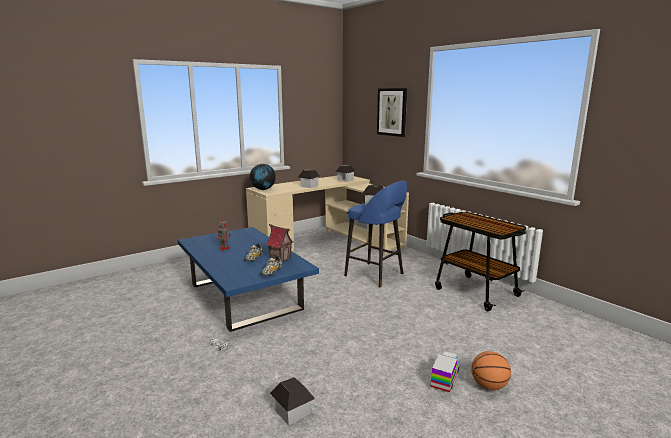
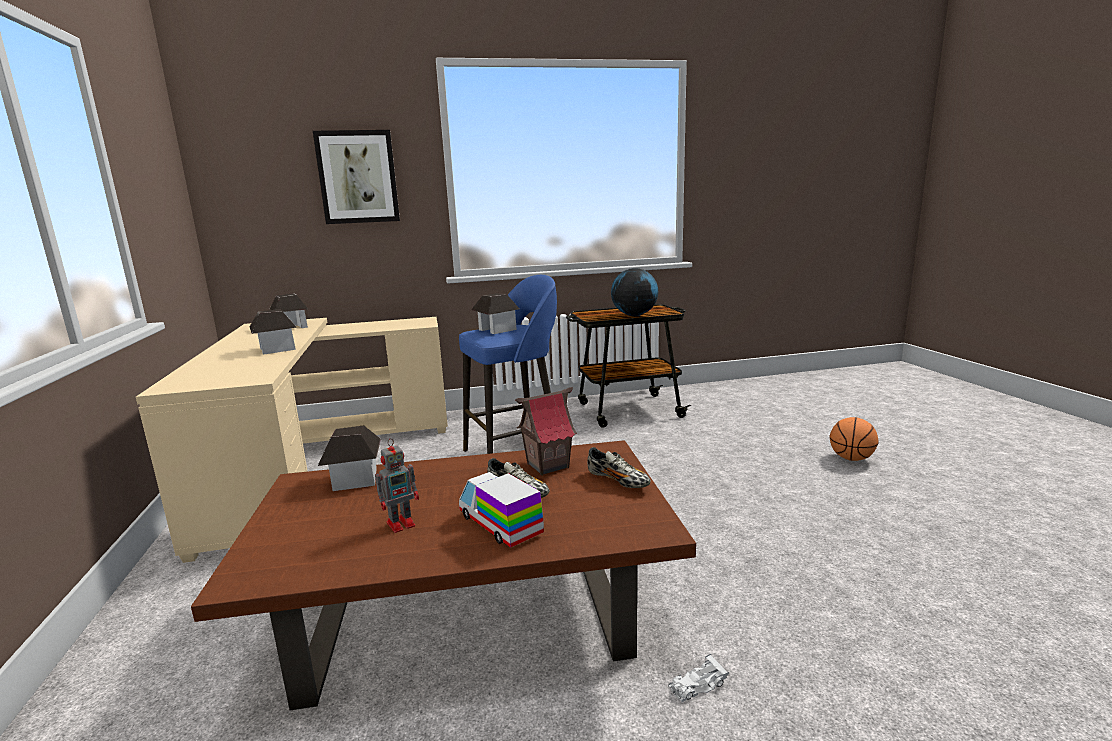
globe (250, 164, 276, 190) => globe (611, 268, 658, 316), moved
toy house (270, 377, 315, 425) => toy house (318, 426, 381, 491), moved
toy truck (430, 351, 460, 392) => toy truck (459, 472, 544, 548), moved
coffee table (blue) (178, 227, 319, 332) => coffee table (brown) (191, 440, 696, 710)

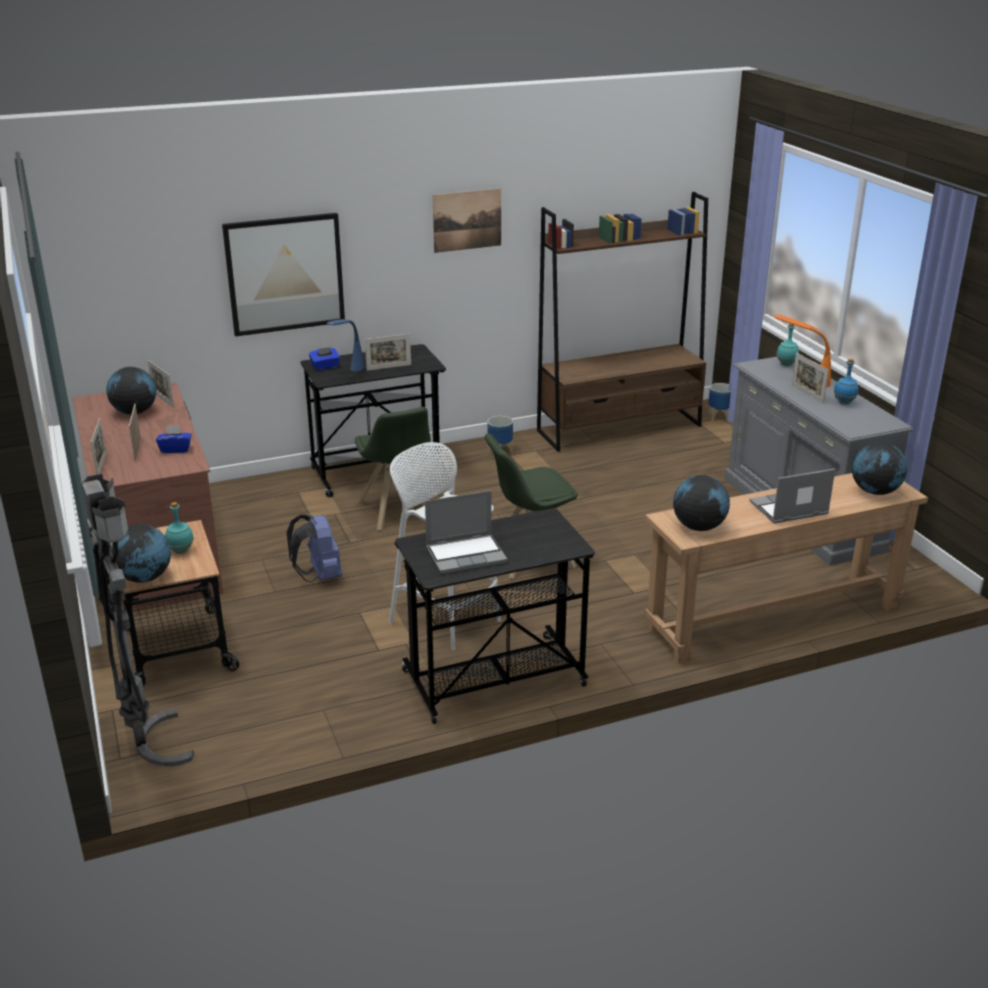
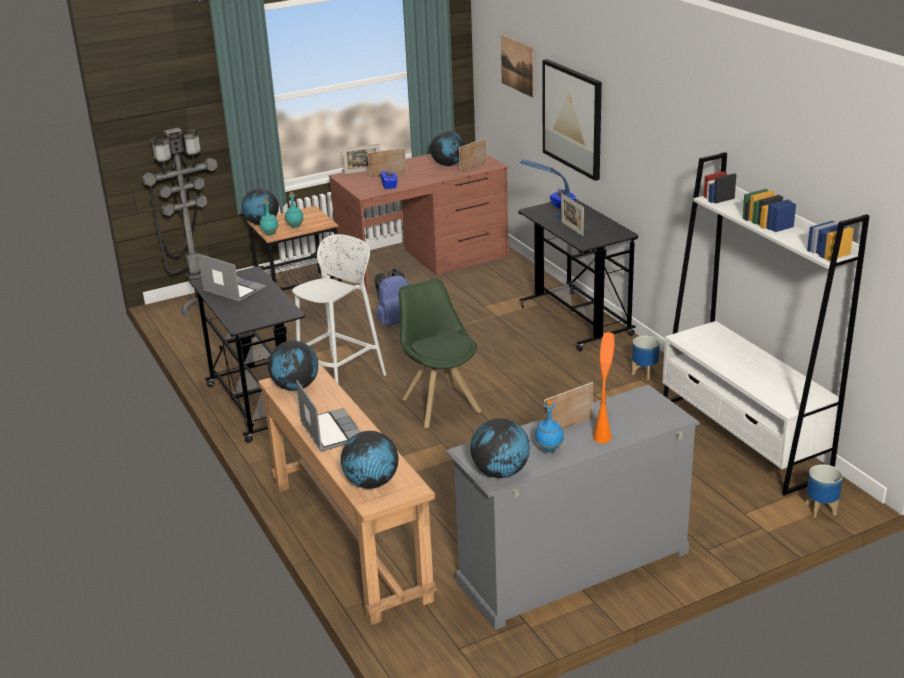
chair (green) (355, 407, 431, 531) => nothing
nothing => globe (470, 418, 530, 478)
picture (433, 188, 501, 253) => picture (501, 35, 534, 98), moved
bottle (turquoise) (776, 323, 799, 366) => bottle (turquoise) (260, 199, 279, 236), moved
bookcase (brown) (537, 192, 708, 452) => bookcase (white) (662, 152, 869, 496)
laptop (425, 490, 507, 574) => laptop (198, 254, 266, 302), 150 degrees clockwise

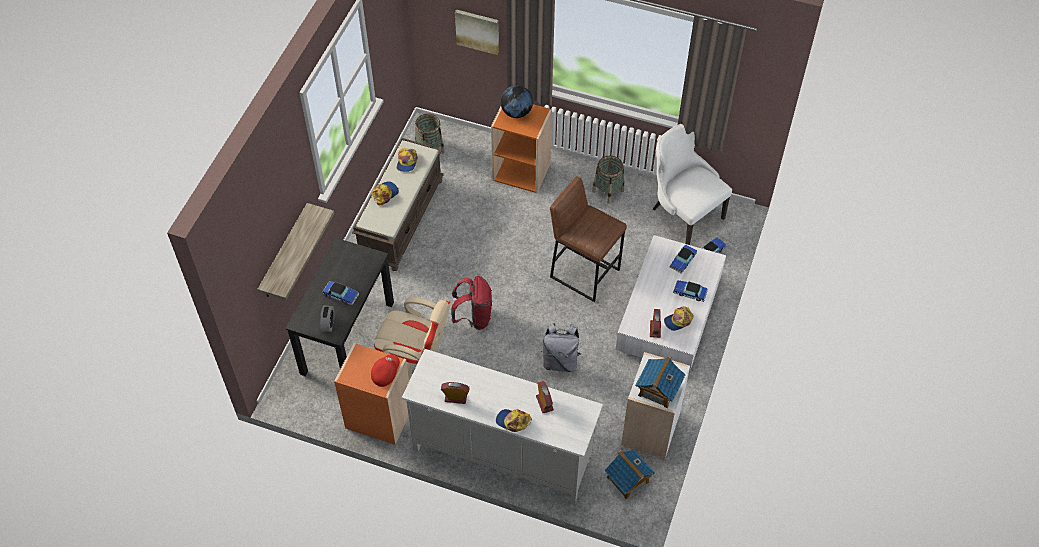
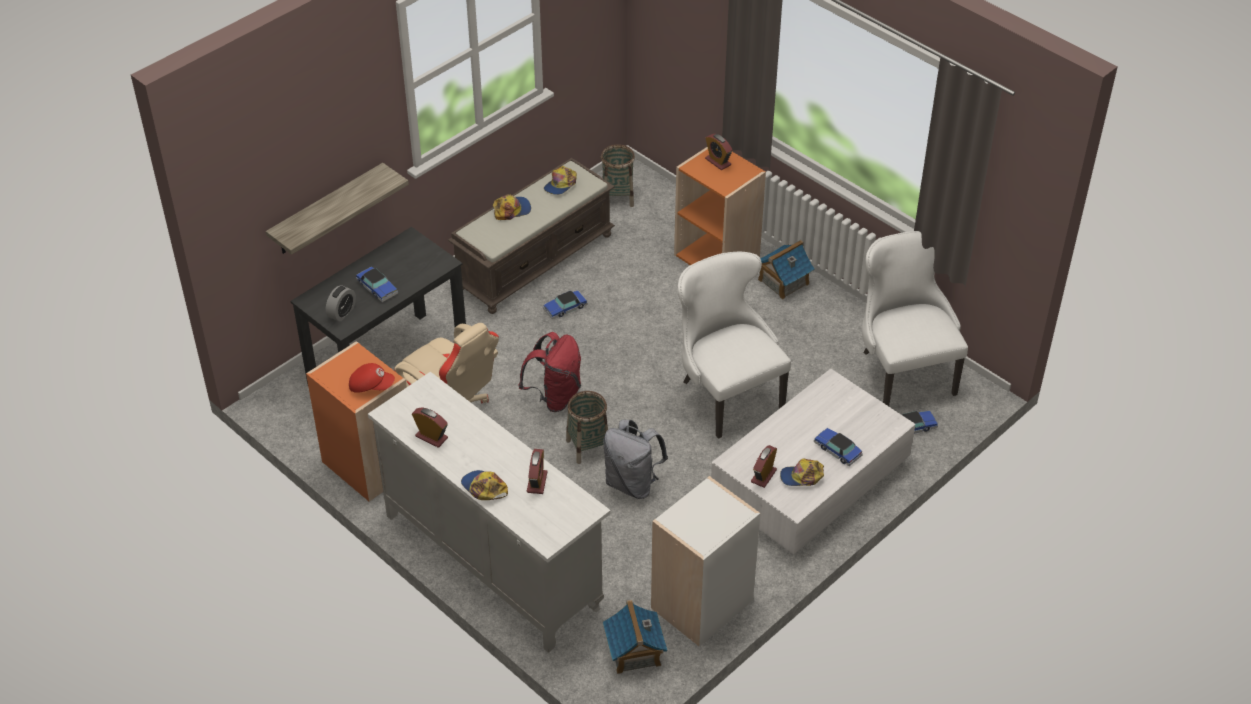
picture (455, 9, 499, 55) => nothing
basket (592, 155, 624, 204) => basket (566, 391, 608, 464), moved
toy house (635, 356, 686, 408) => toy house (758, 240, 814, 300), moved
toy car (669, 244, 697, 274) => toy car (543, 291, 588, 319), moved
globe (500, 85, 533, 118) => alarm clock (705, 134, 733, 170)
stool (brown) (550, 176, 627, 302) => chair (white) (678, 252, 791, 439)
cap (red) (371, 354, 400, 387) => cap (red) (349, 363, 395, 393), 45 degrees clockwise

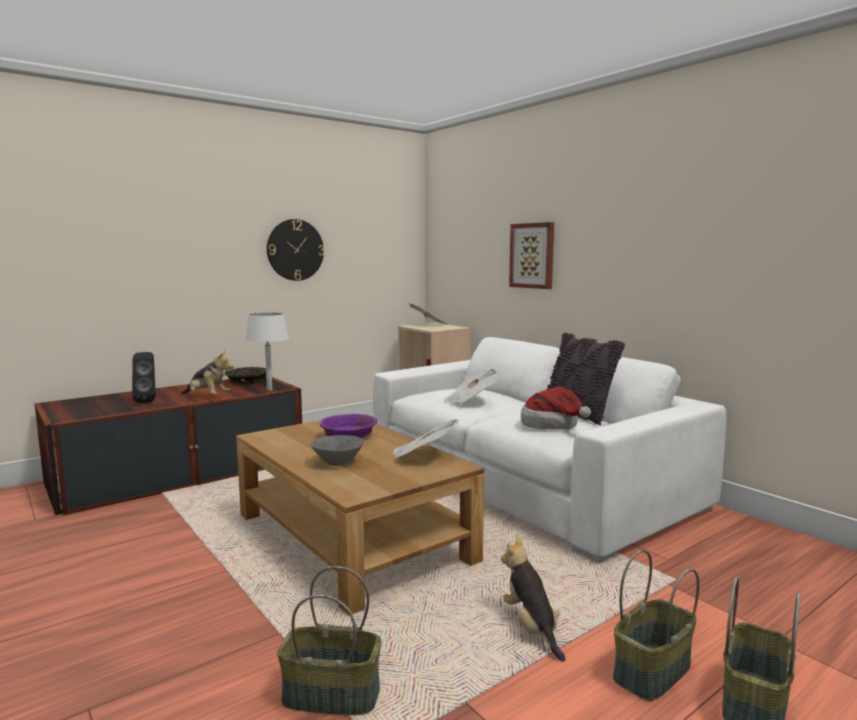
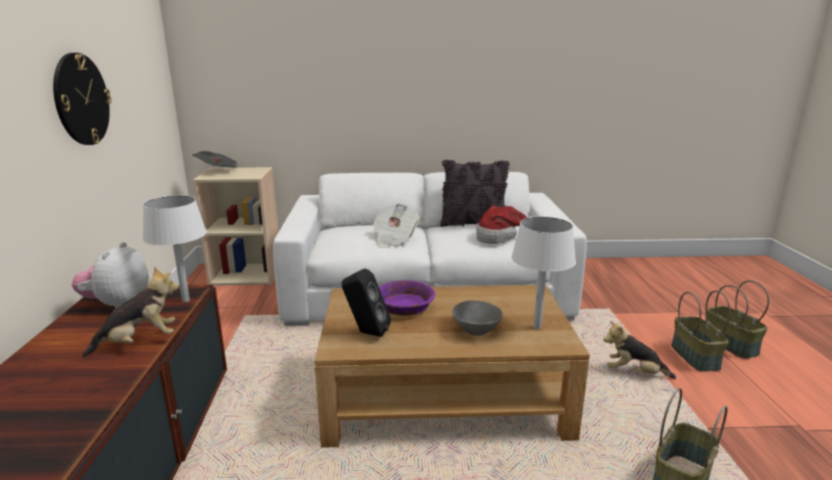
newspaper (393, 419, 459, 459) => nothing
picture (509, 222, 554, 289) => nothing
nothing => table lamp (white) (511, 217, 576, 330)
speaker (black) (132, 352, 156, 403) => speaker (black) (342, 268, 391, 337), moved
bowl (black) (224, 367, 266, 385) => plush toy (72, 242, 149, 309)

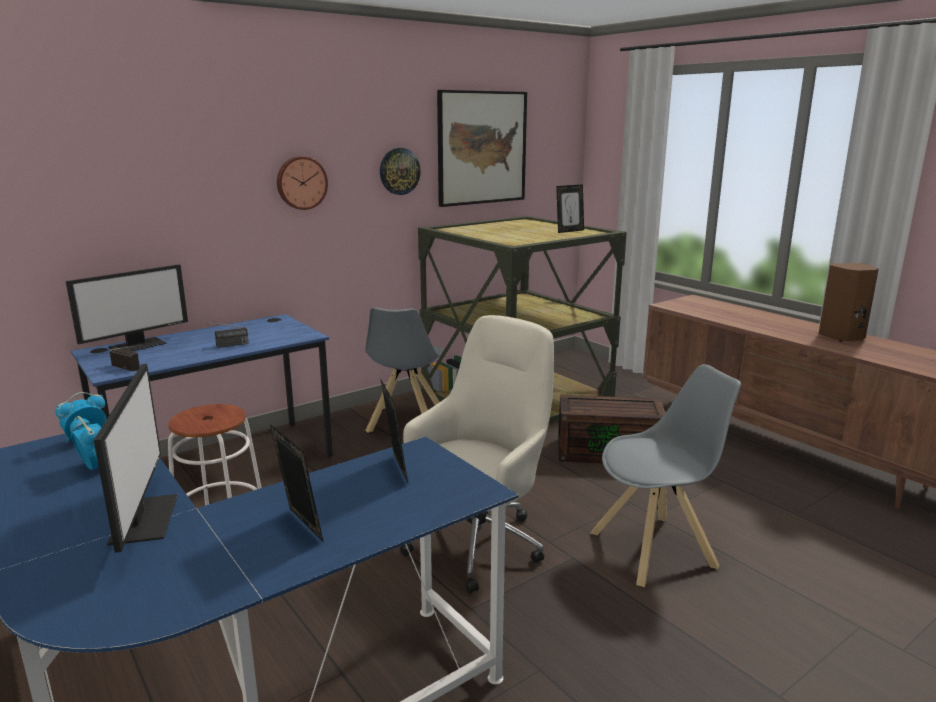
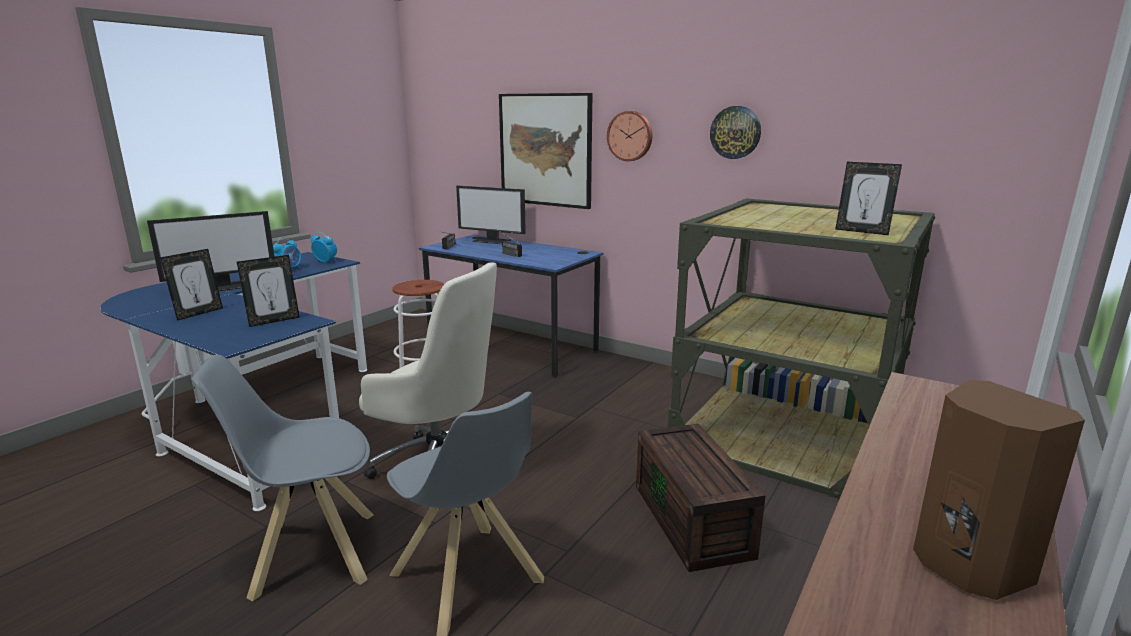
chair (grey) (365, 307, 443, 433) => chair (grey) (191, 354, 373, 601), moved
picture (437, 90, 527, 207) => picture (499, 93, 592, 209), moved

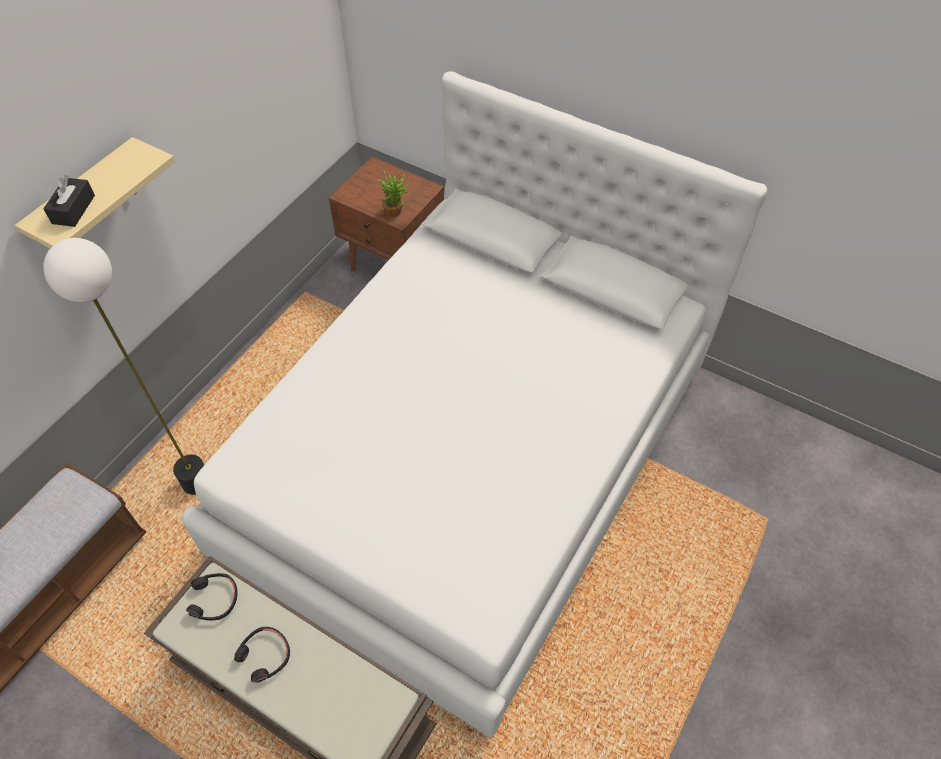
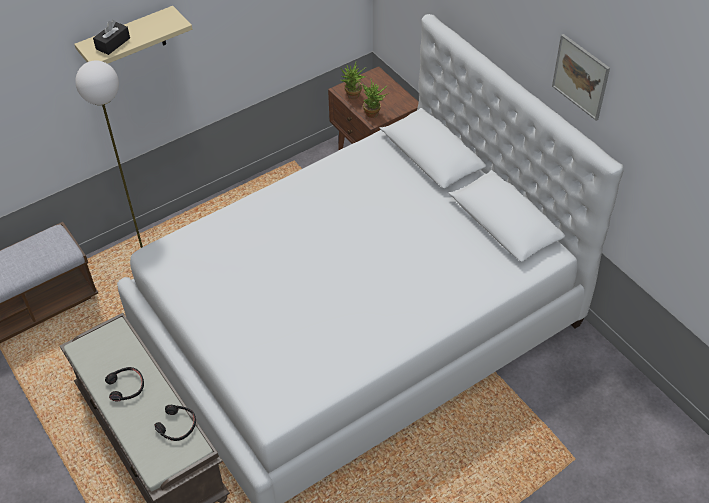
nothing => potted plant (341, 62, 366, 99)
nothing => picture (552, 34, 610, 121)
headphones (black) (186, 573, 238, 620) => headphones (black) (154, 405, 196, 441), moved

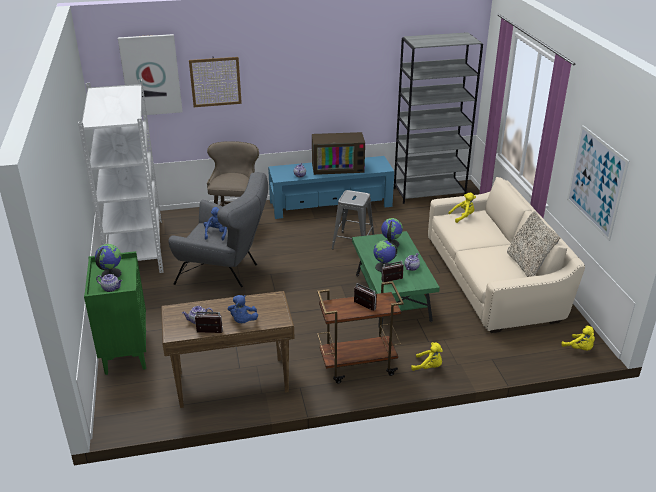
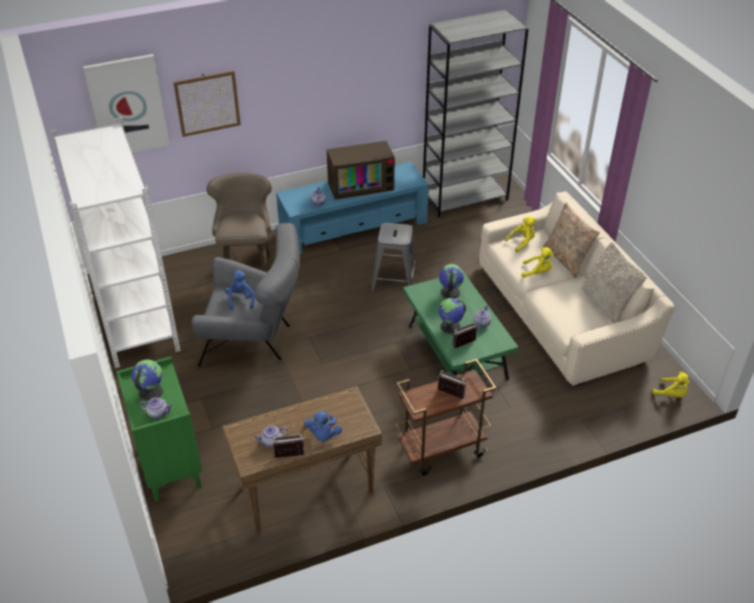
picture (567, 125, 629, 241) => nothing
nothing => pillow (beige) (543, 203, 600, 278)
plush toy (yellow) (411, 342, 443, 371) => plush toy (yellow) (522, 247, 554, 278), moved

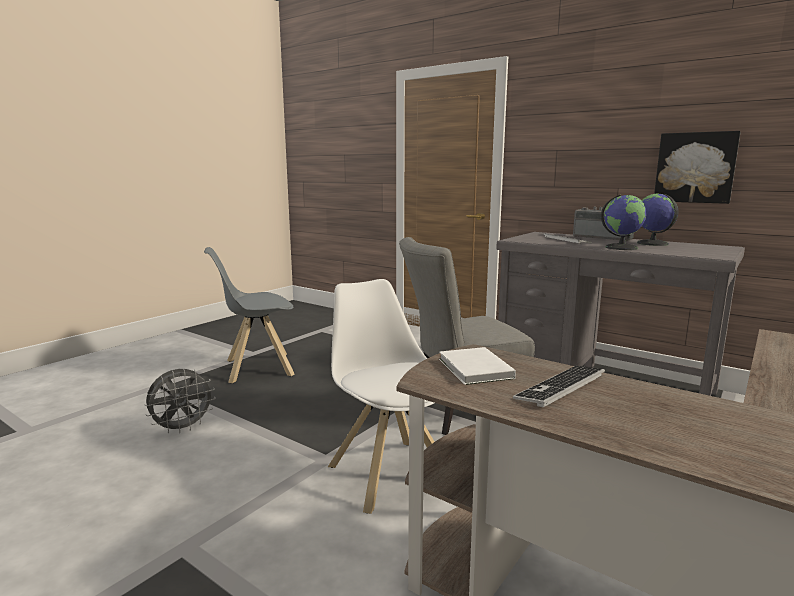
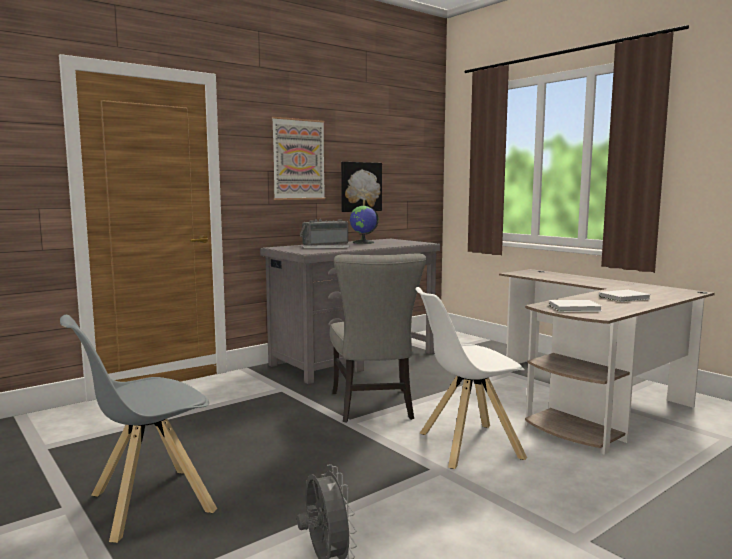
keyboard (513, 366, 605, 407) => nothing
globe (601, 195, 646, 250) => nothing
nothing => picture (272, 117, 325, 200)
nothing => book (white) (599, 290, 651, 302)
chair (grey) (204, 247, 295, 384) => chair (grey) (60, 315, 217, 543), 60 degrees clockwise

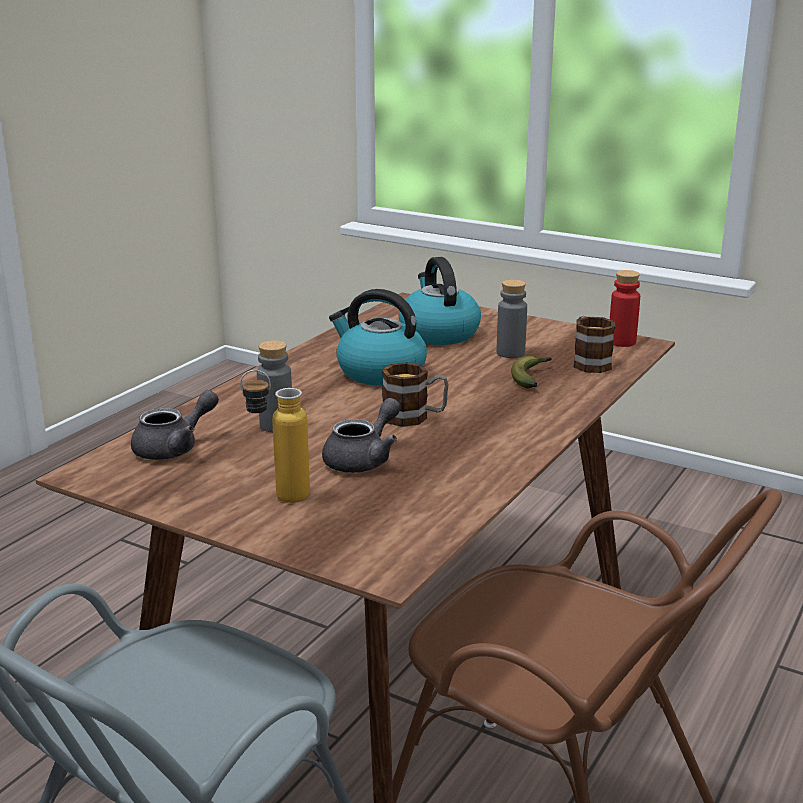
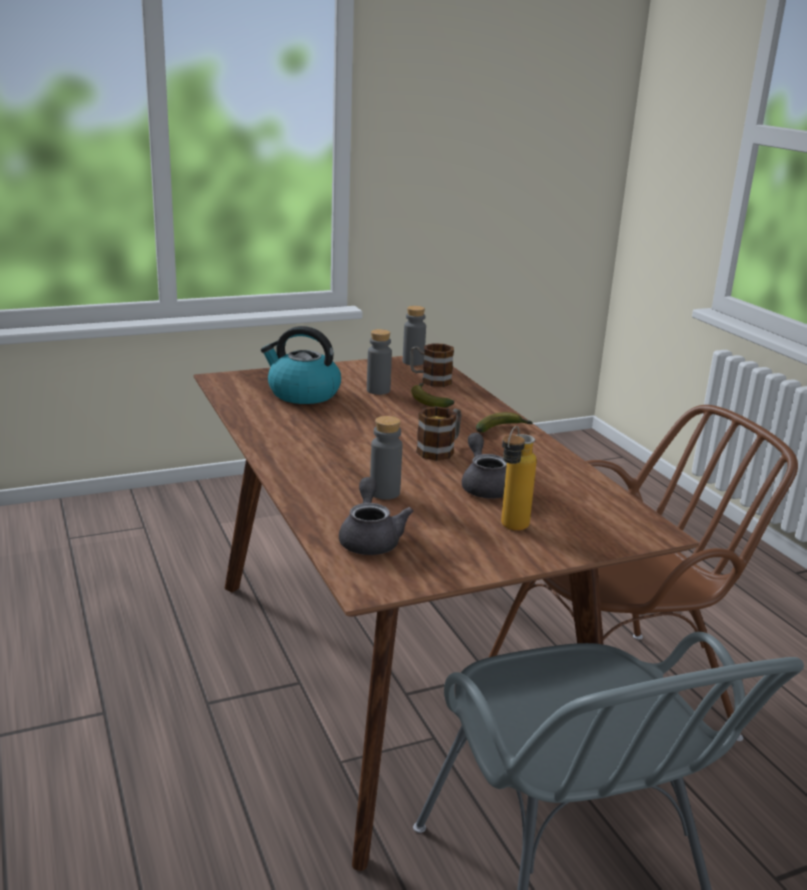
kettle (329, 289, 427, 385) => nothing
nothing => banana (476, 412, 533, 433)
bottle (red) (610, 270, 640, 347) => bottle (grey) (403, 306, 426, 366)

